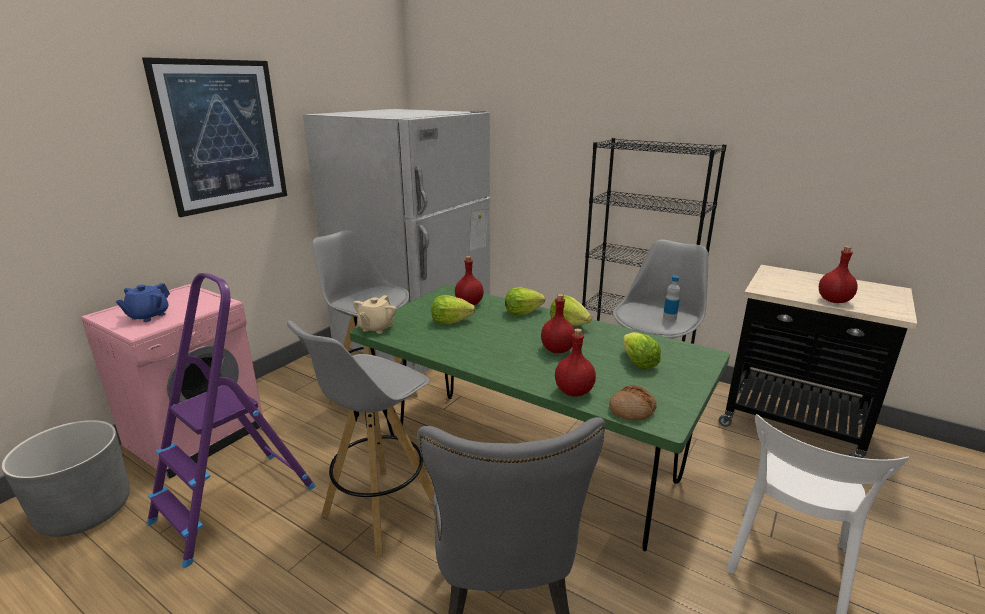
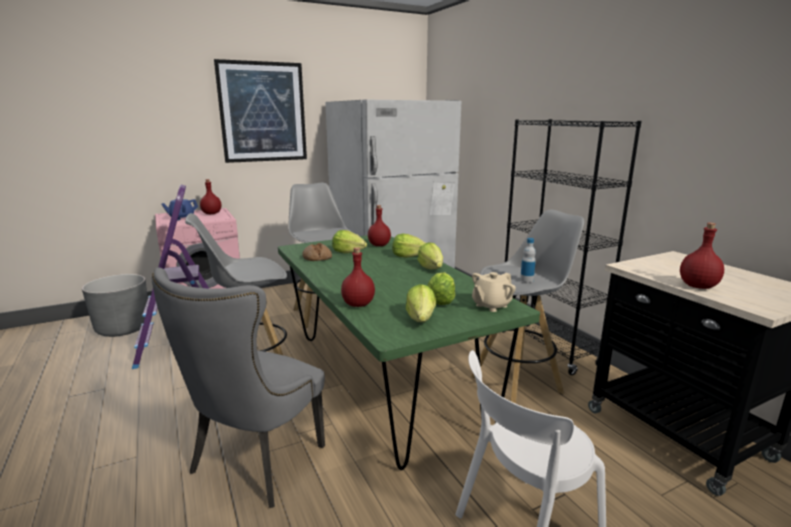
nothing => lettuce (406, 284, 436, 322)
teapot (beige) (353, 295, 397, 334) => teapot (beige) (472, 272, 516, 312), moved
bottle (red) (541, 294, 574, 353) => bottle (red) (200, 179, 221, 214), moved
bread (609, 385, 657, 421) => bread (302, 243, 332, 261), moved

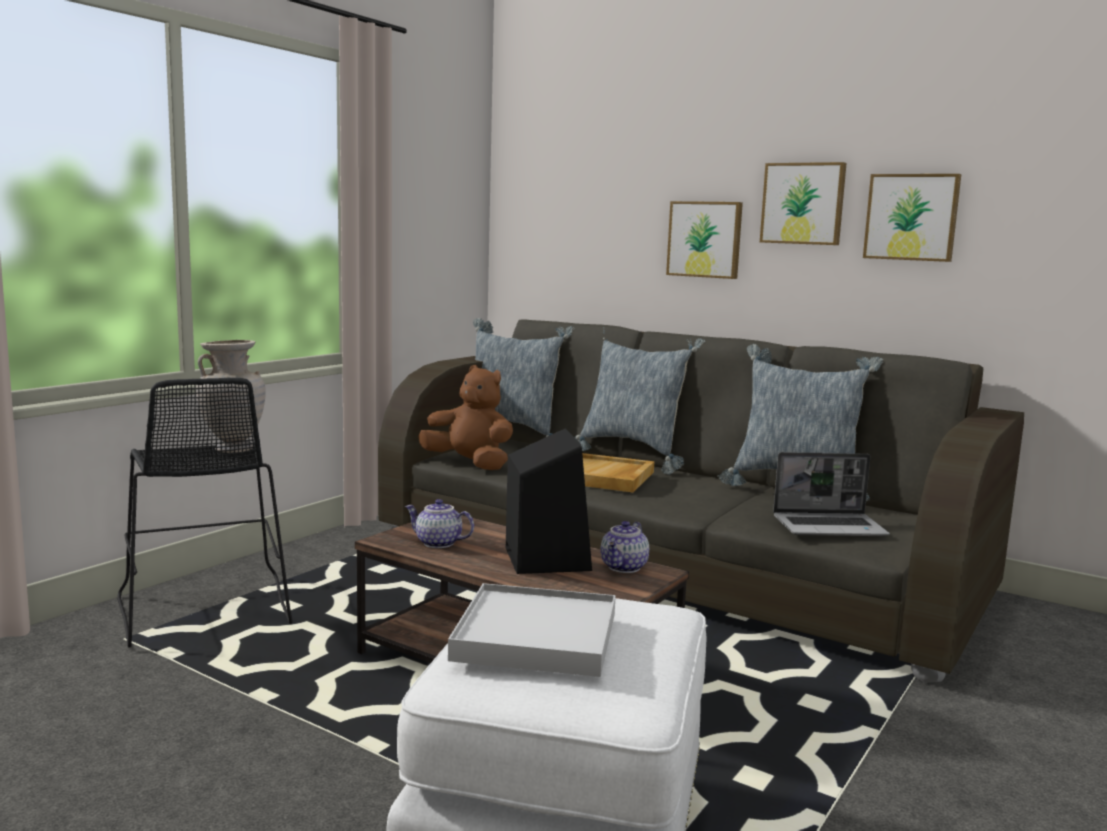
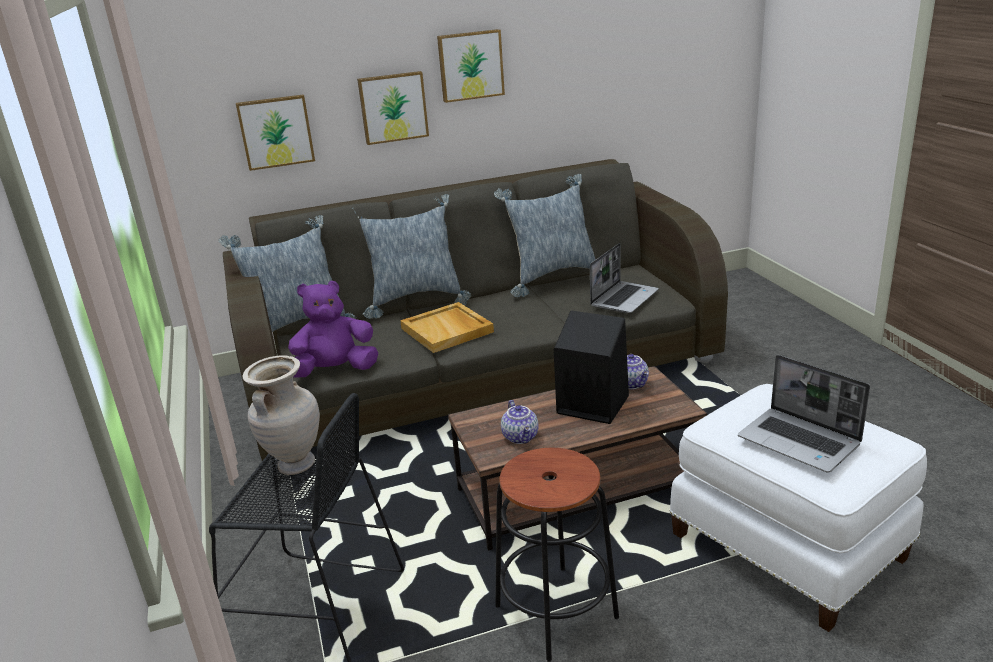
nothing => stool (black) (495, 448, 619, 662)
picture (863, 174, 961, 262) => picture (236, 95, 315, 171), moved
tray (white) (448, 583, 616, 677) => laptop (738, 355, 870, 473)
plush toy (brown) (418, 365, 513, 470) => plush toy (purple) (288, 281, 378, 378)
teapot (405, 499, 474, 548) => teapot (501, 400, 539, 444), 75 degrees counterclockwise

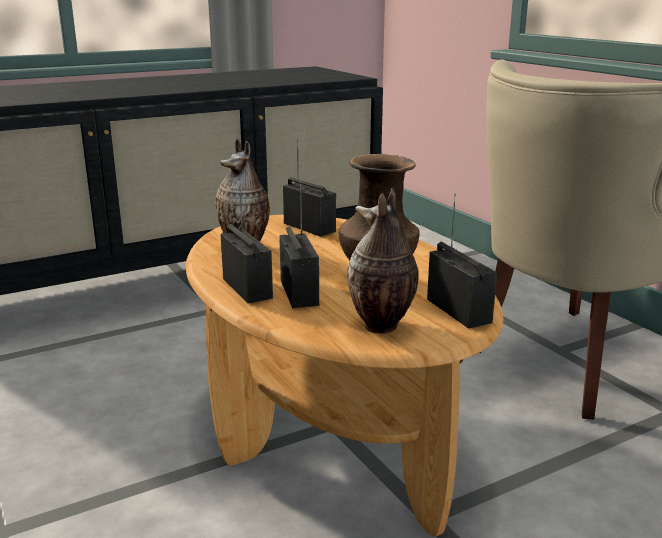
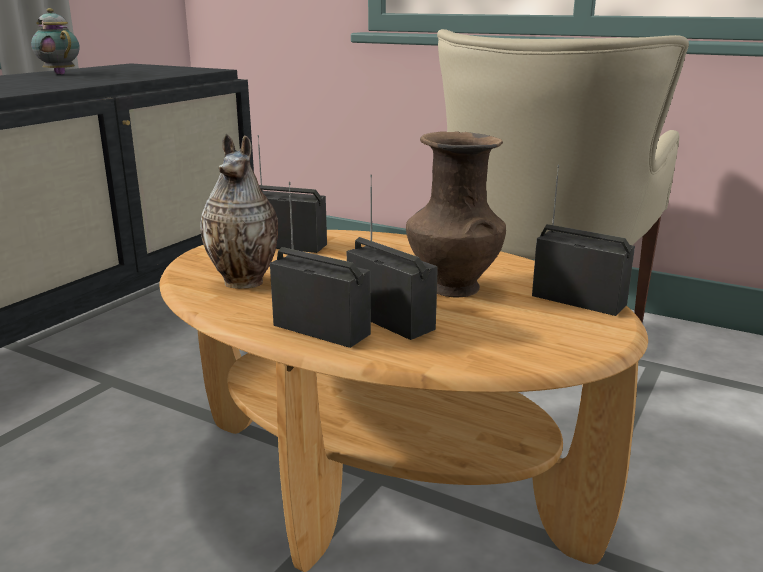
vase (347, 188, 419, 334) => nothing
nothing => teapot (31, 8, 80, 74)

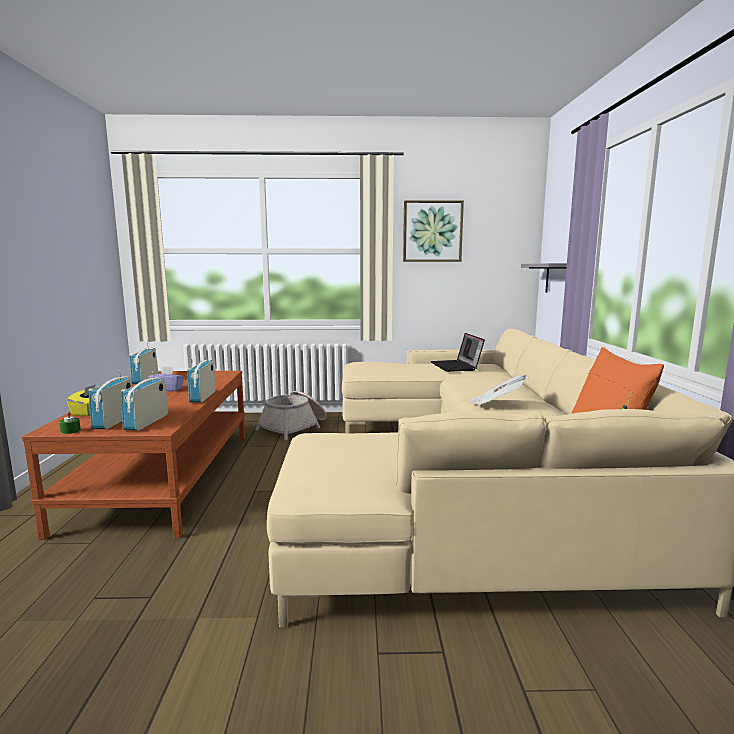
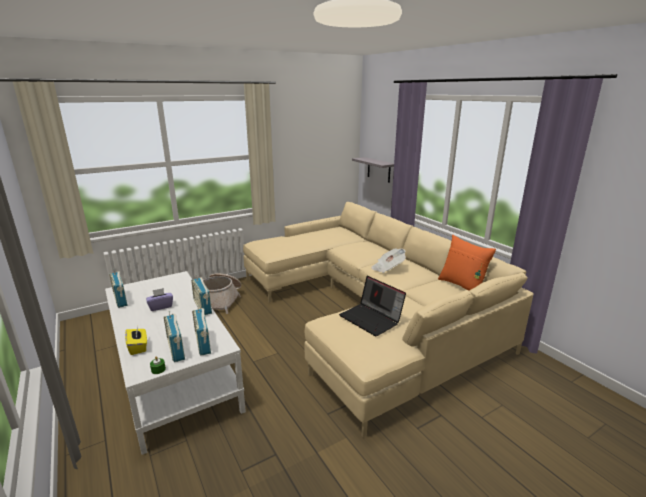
picture (403, 200, 464, 262) => nothing
laptop (431, 333, 485, 372) => laptop (339, 276, 406, 336), moved
coffee table (brown) (22, 371, 245, 540) => coffee table (white) (105, 271, 246, 455)

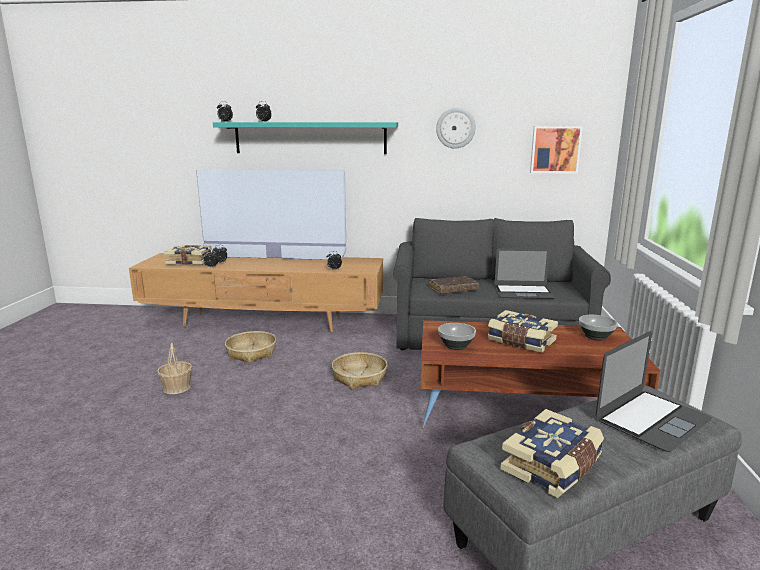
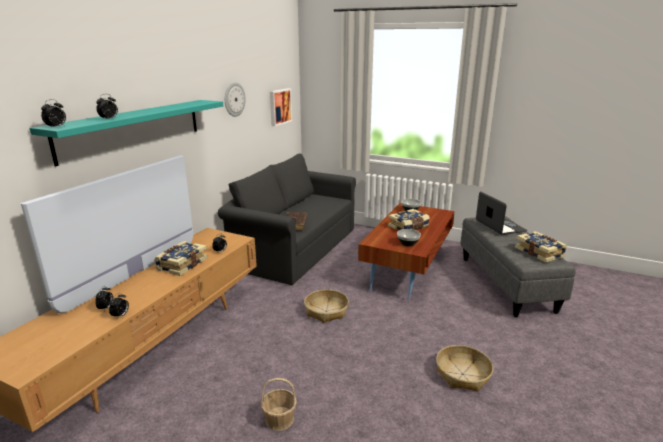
laptop (495, 248, 555, 299) => nothing
book (164, 245, 212, 265) => book (155, 241, 208, 276), moved
basket (225, 331, 276, 363) => basket (436, 345, 493, 392), moved

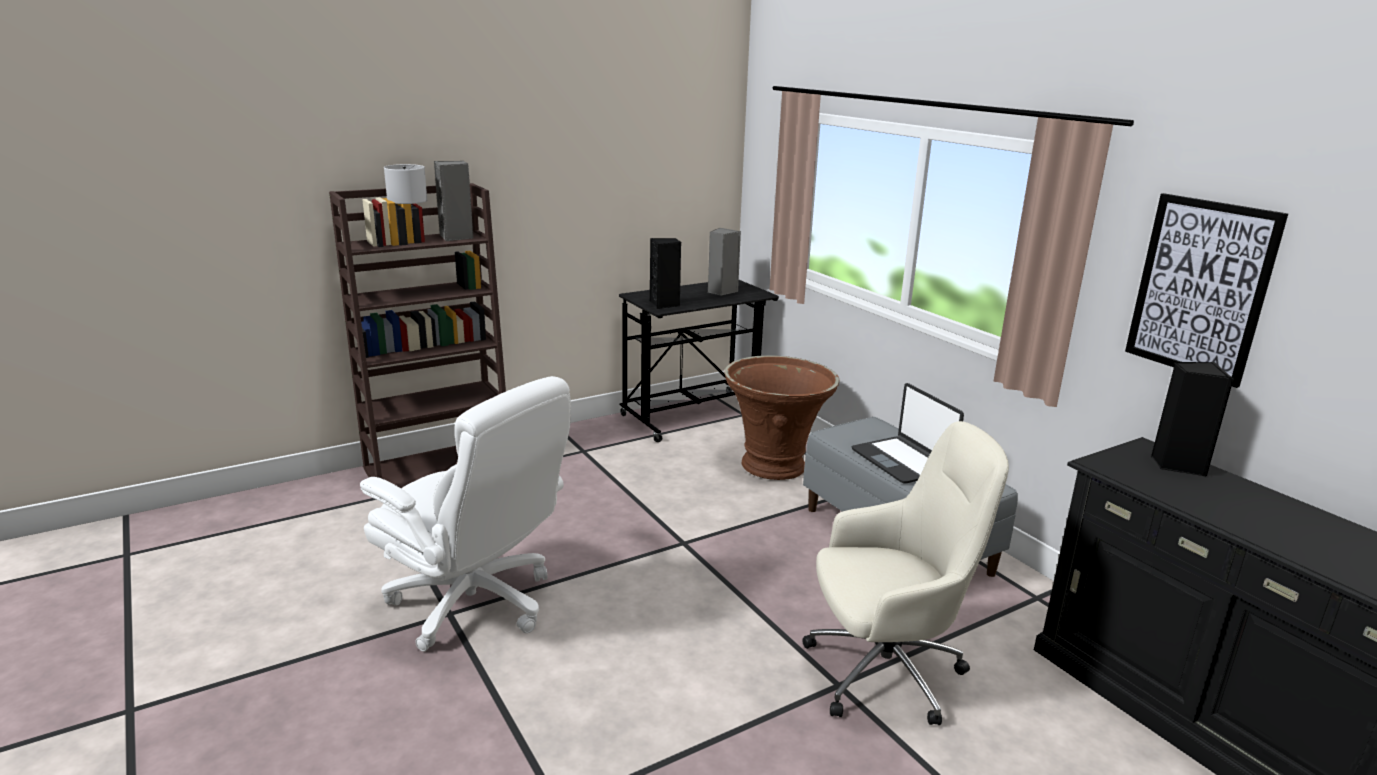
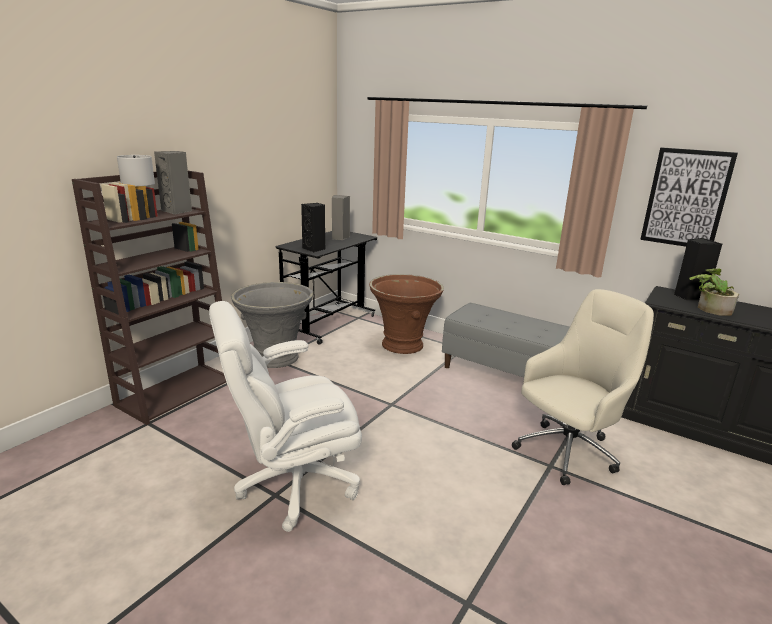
laptop (852, 383, 964, 484) => nothing
nothing => planter (grey) (231, 282, 313, 368)
nothing => potted plant (689, 268, 739, 316)
office chair (white) (360, 376, 571, 652) => office chair (white) (209, 301, 362, 532), 150 degrees clockwise

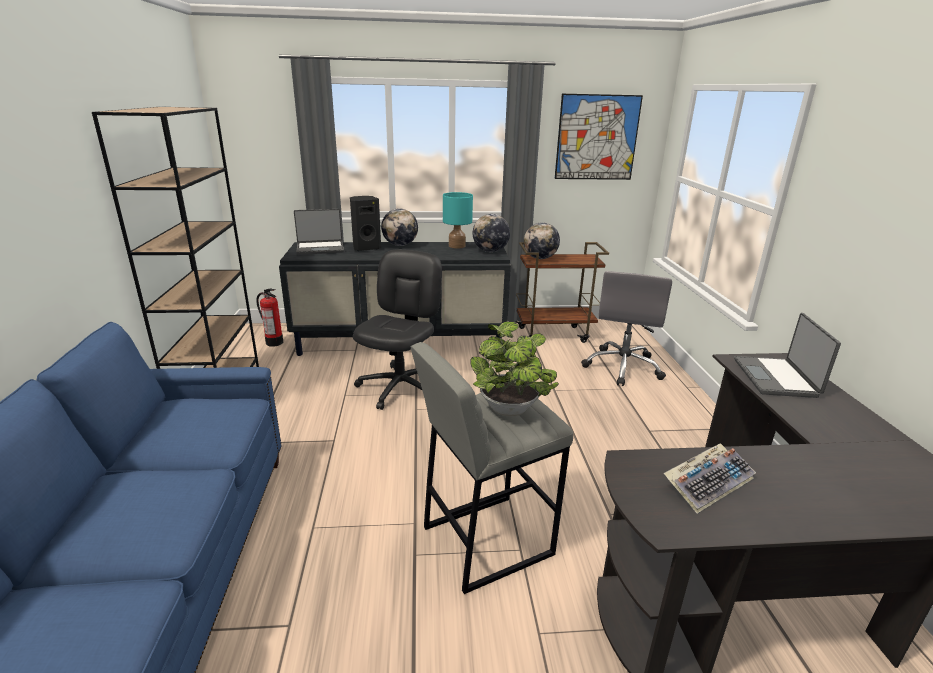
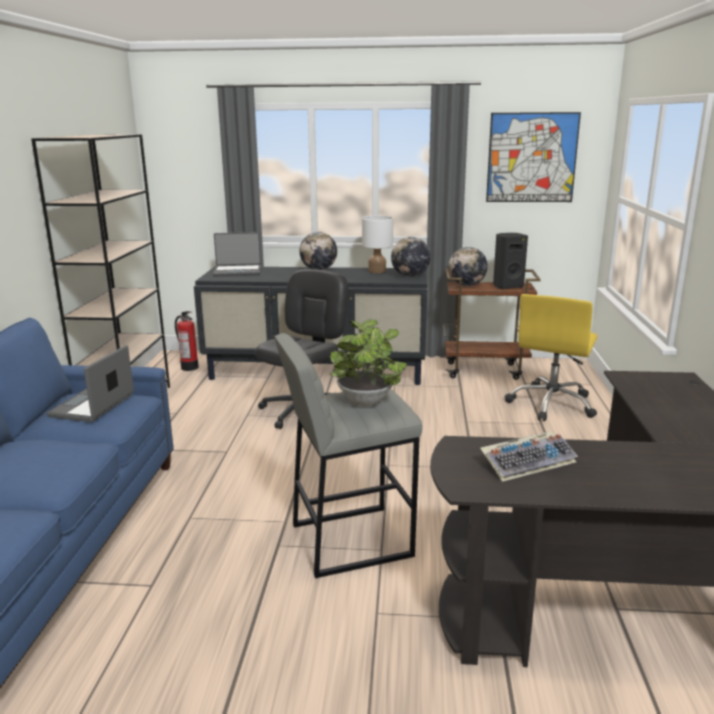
speaker (black) (350, 196, 381, 251) => speaker (black) (493, 233, 528, 289), moved
laptop (734, 313, 841, 398) => laptop (46, 345, 134, 422), moved
table lamp (turquoise) (443, 192, 473, 248) => table lamp (white) (362, 215, 393, 273)
office chair (grey) (581, 271, 672, 386) => office chair (yellow) (505, 294, 598, 421)

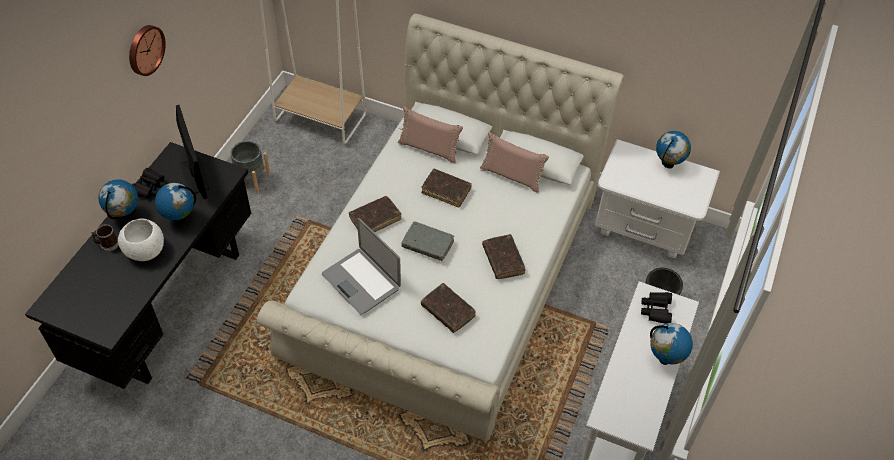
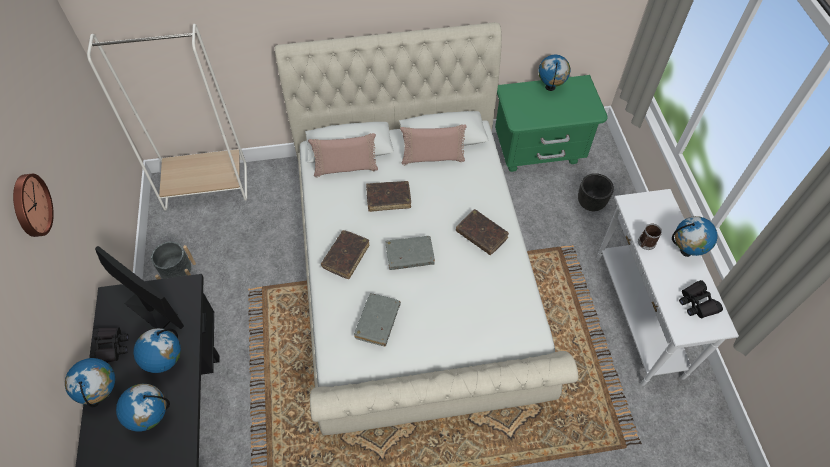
book (brown) (421, 283, 476, 333) => nothing
mug (91, 224, 119, 251) => mug (638, 224, 662, 250), moved
binoculars (black) (641, 292, 672, 324) => binoculars (black) (679, 280, 723, 318), moved
bowl (white) (118, 218, 164, 261) => globe (116, 384, 170, 432)
laptop (322, 218, 401, 315) => book (grey) (354, 293, 401, 346)
nightstand (white) (595, 139, 720, 258) => nightstand (green) (495, 75, 607, 172)

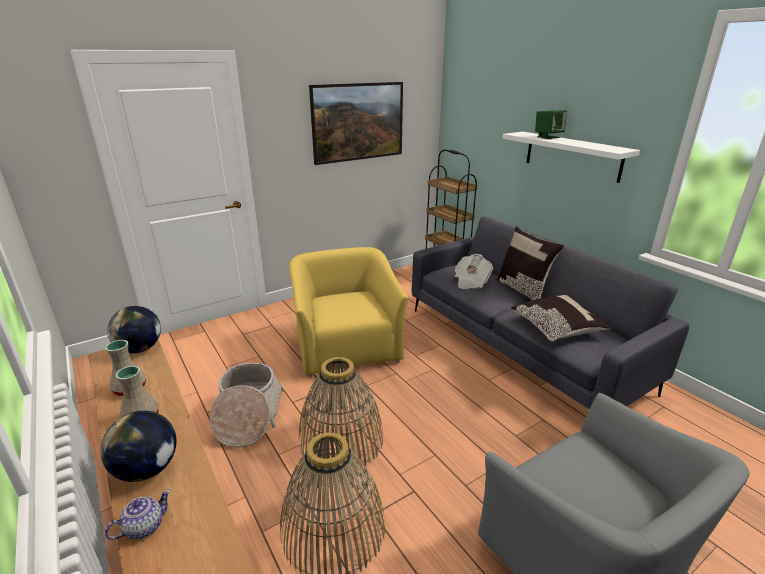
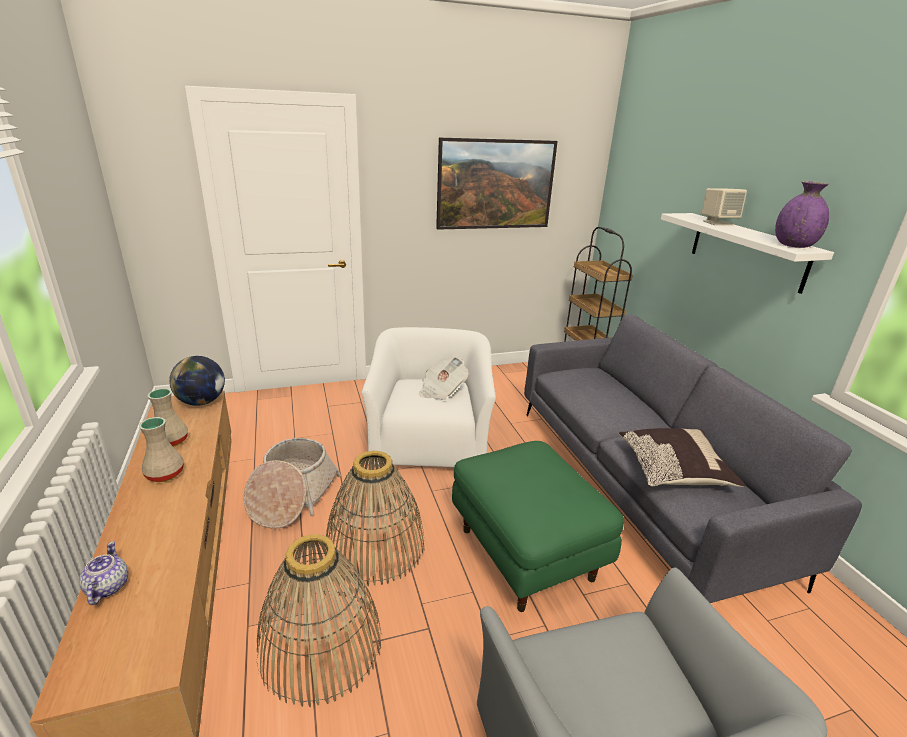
globe (100, 411, 177, 482) => nothing
pillow (497, 226, 564, 300) => nothing
nothing => ottoman (green) (452, 441, 624, 612)
nothing => vase (purple) (775, 181, 829, 248)
newspaper (454, 254, 493, 289) => newspaper (419, 357, 469, 400), moved
armchair (yellow) (289, 247, 408, 377) => armchair (white) (362, 327, 496, 468)
speaker (green) (535, 110, 567, 139) => speaker (beige) (701, 188, 747, 225)
teapot (105, 489, 171, 540) => teapot (79, 541, 128, 605), 75 degrees counterclockwise

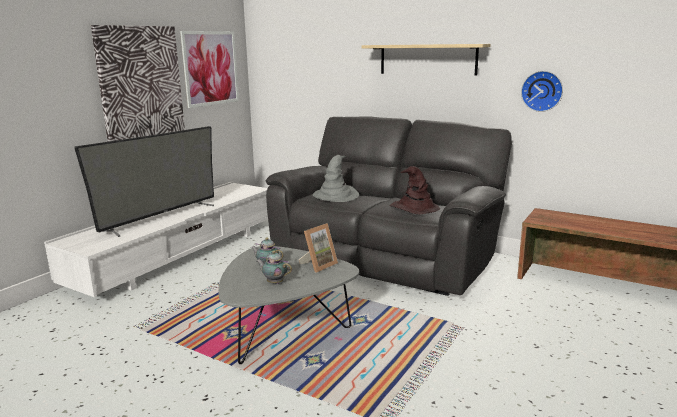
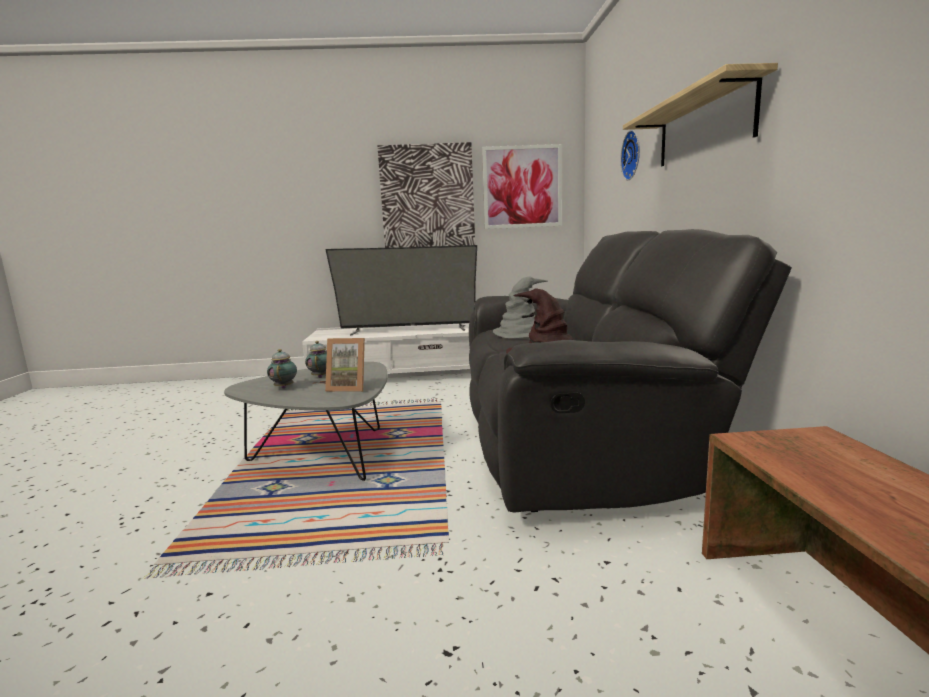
wall clock (521, 71, 563, 112) => wall clock (620, 130, 640, 180), moved

